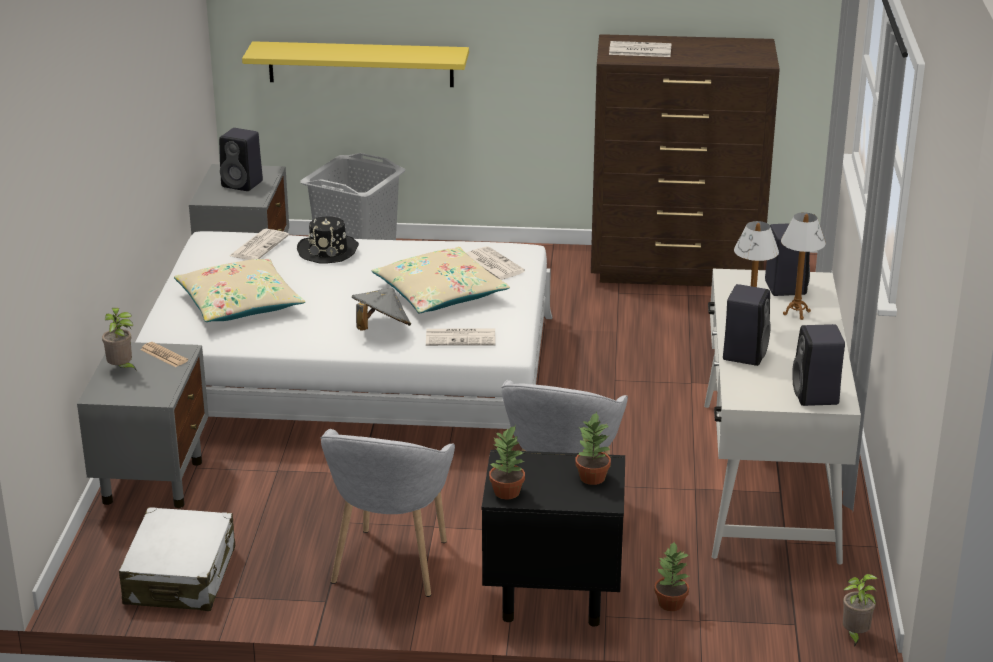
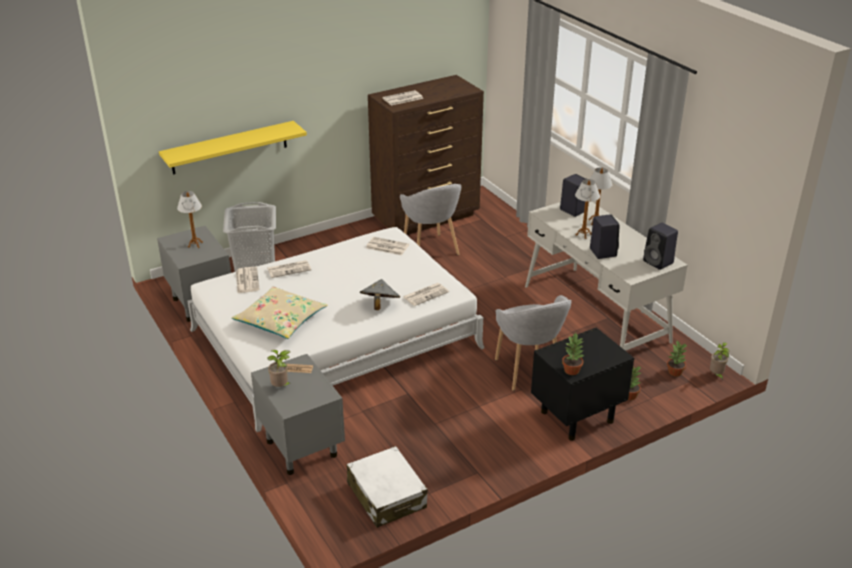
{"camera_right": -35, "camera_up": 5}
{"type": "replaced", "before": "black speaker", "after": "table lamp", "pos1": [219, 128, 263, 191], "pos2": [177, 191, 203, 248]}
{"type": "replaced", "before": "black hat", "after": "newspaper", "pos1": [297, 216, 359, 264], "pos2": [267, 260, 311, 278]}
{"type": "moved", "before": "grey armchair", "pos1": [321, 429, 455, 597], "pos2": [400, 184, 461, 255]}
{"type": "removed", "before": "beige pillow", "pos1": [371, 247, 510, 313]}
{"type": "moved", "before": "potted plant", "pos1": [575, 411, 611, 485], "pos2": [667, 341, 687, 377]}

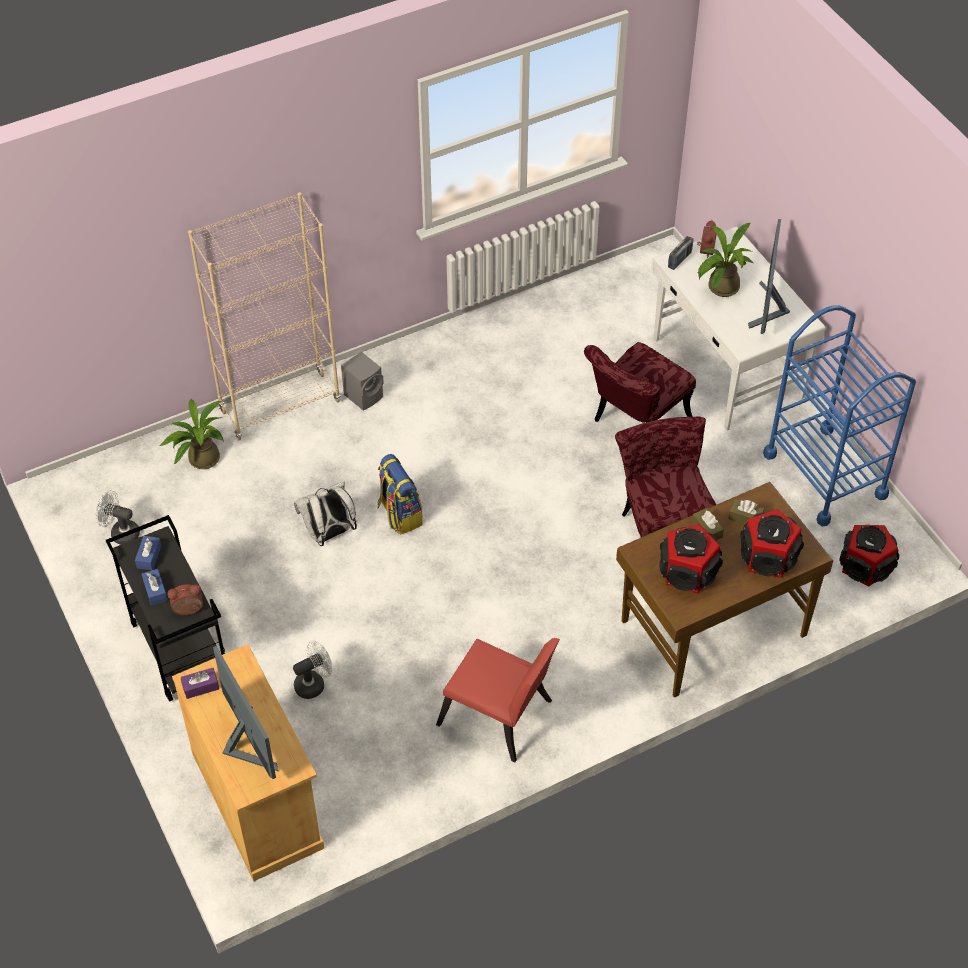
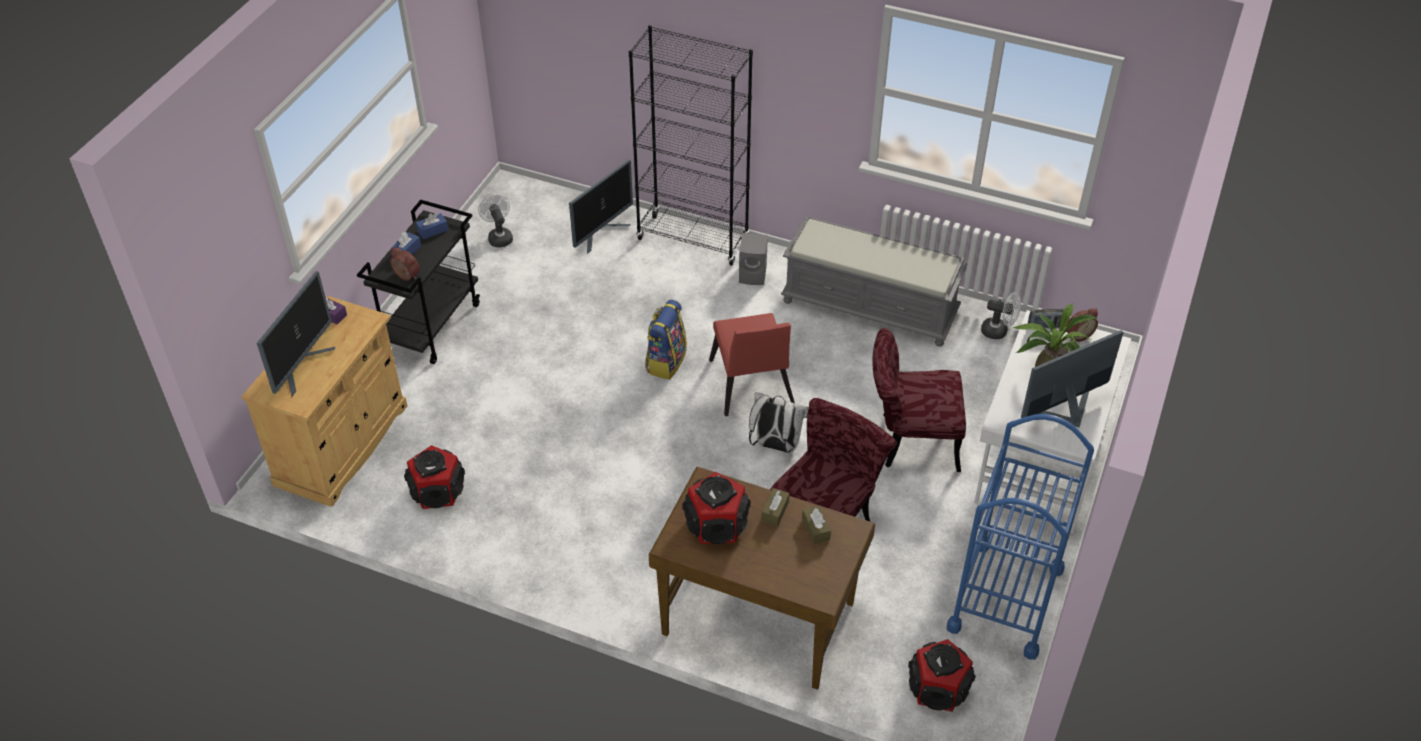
{"camera_right": 50, "camera_up": -5}
{"type": "replaced", "before": "potted plant", "after": "monitor", "pos1": [160, 399, 224, 469], "pos2": [569, 160, 633, 254]}
{"type": "recoloured", "before": "beige bookcase", "after": "black bookcase", "pos1": [188, 192, 341, 440], "pos2": [629, 25, 753, 266]}
{"type": "moved", "before": "white fan", "pos1": [293, 640, 332, 699], "pos2": [981, 292, 1021, 339]}
{"type": "moved", "before": "white backpack", "pos1": [294, 481, 357, 546], "pos2": [749, 392, 808, 453]}
{"type": "moved", "before": "red chair", "pos1": [436, 638, 560, 762], "pos2": [709, 313, 795, 416]}
{"type": "moved", "before": "speaker", "pos1": [740, 509, 804, 578], "pos2": [404, 445, 465, 509]}
{"type": "added", "after": "grey bench", "pos2": [781, 216, 968, 347]}

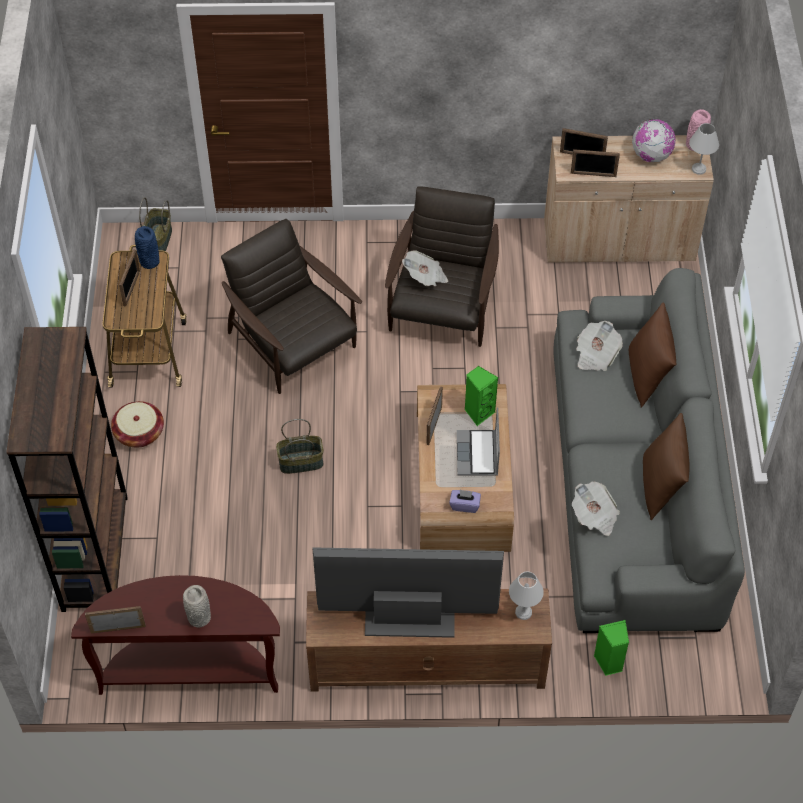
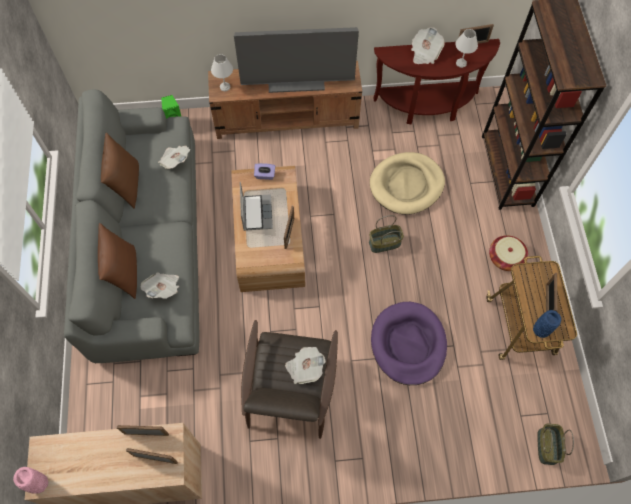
{"camera_right": 175, "camera_up": 10}
{"type": "replaced", "before": "grey vase", "after": "newspaper", "pos1": [183, 585, 211, 628], "pos2": [411, 27, 445, 64]}
{"type": "replaced", "before": "brown armchair", "after": "purple dog bed", "pos1": [221, 219, 362, 394], "pos2": [371, 302, 447, 385]}
{"type": "removed", "before": "green speaker", "pos1": [465, 366, 498, 426]}
{"type": "removed", "before": "globe", "pos1": [632, 119, 676, 162]}
{"type": "moved", "before": "white table lamp", "pos1": [689, 123, 719, 175], "pos2": [455, 29, 478, 68]}
{"type": "added", "after": "beige dog bed", "pos2": [370, 152, 445, 214]}

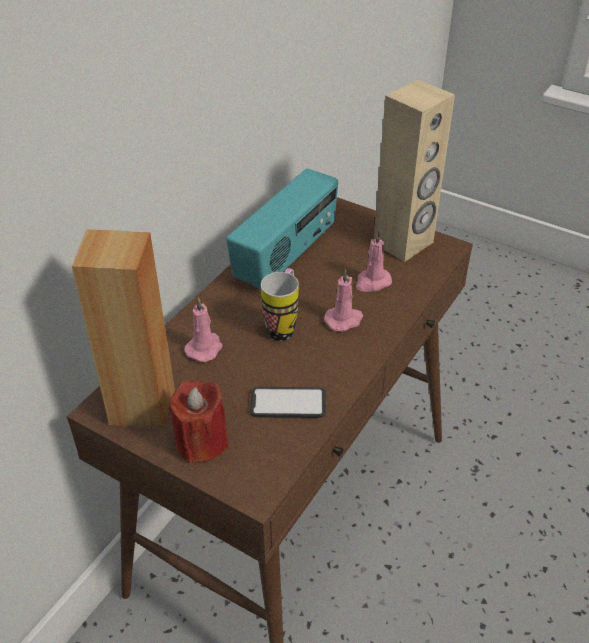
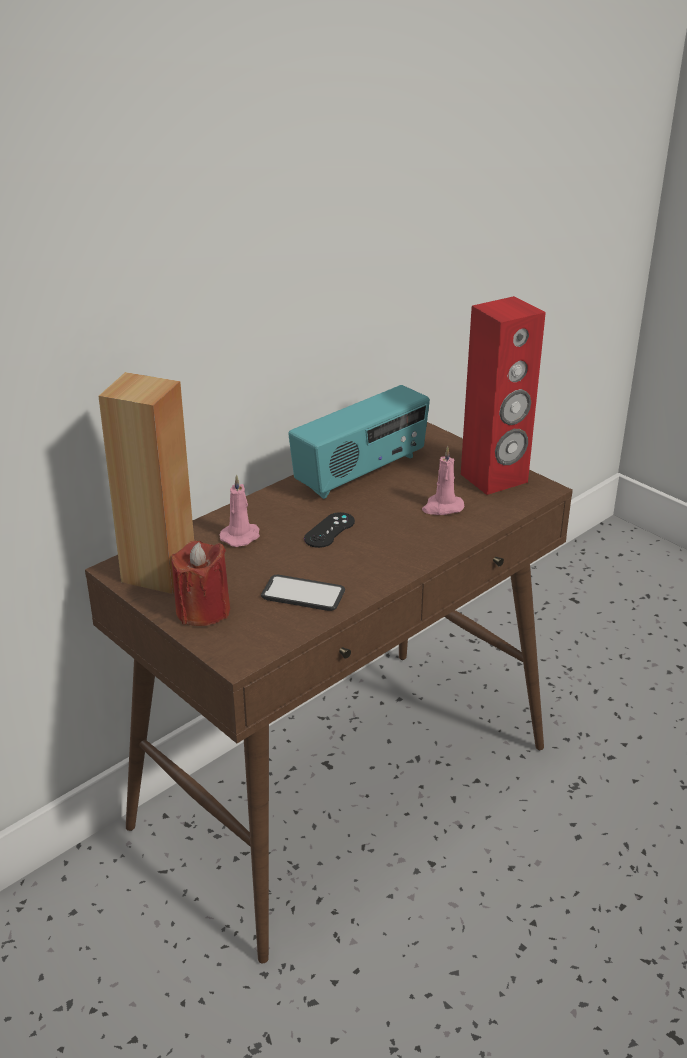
{"camera_right": 15, "camera_up": -10}
{"type": "replaced", "before": "mug", "after": "black game controller", "pos1": [261, 268, 299, 341], "pos2": [304, 512, 355, 548]}
{"type": "removed", "before": "pink candle", "pos1": [324, 269, 363, 331]}
{"type": "recoloured", "before": "beige speaker", "after": "red speaker", "pos1": [374, 80, 455, 262], "pos2": [461, 296, 546, 495]}

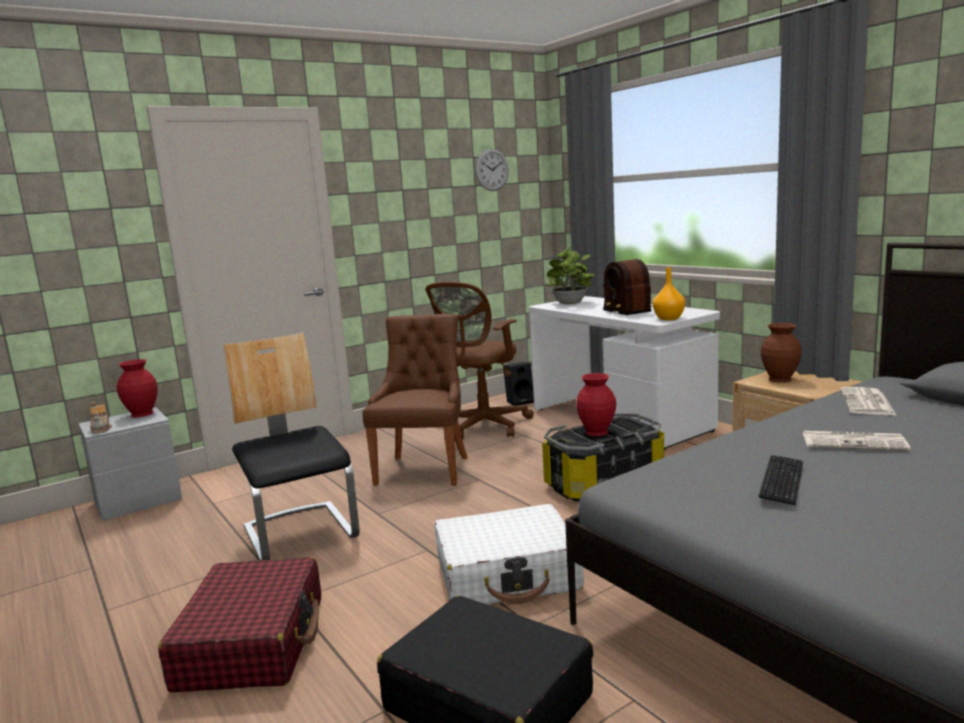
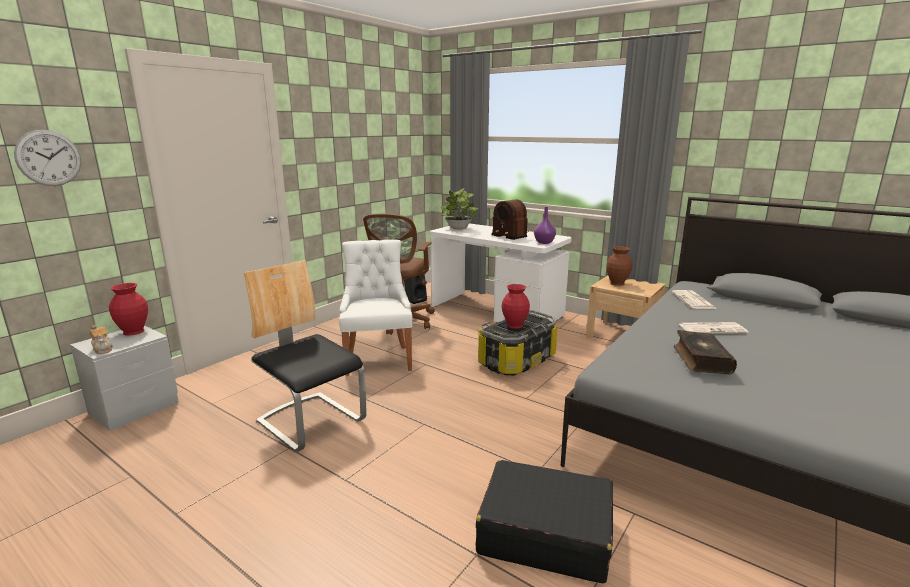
{"camera_right": -20, "camera_up": 5}
{"type": "removed", "before": "red suitcase", "pos1": [158, 557, 321, 693]}
{"type": "recoloured", "before": "brown chair", "after": "white chair", "pos1": [362, 314, 468, 486], "pos2": [339, 240, 413, 376]}
{"type": "removed", "before": "white suitcase", "pos1": [434, 504, 584, 605]}
{"type": "moved", "before": "wall clock", "pos1": [475, 149, 509, 191], "pos2": [14, 130, 81, 186]}
{"type": "recoloured", "before": "orange vase", "after": "purple vase", "pos1": [653, 267, 685, 320], "pos2": [534, 207, 556, 244]}
{"type": "replaced", "before": "keyboard", "after": "book", "pos1": [759, 455, 803, 505], "pos2": [674, 330, 737, 375]}

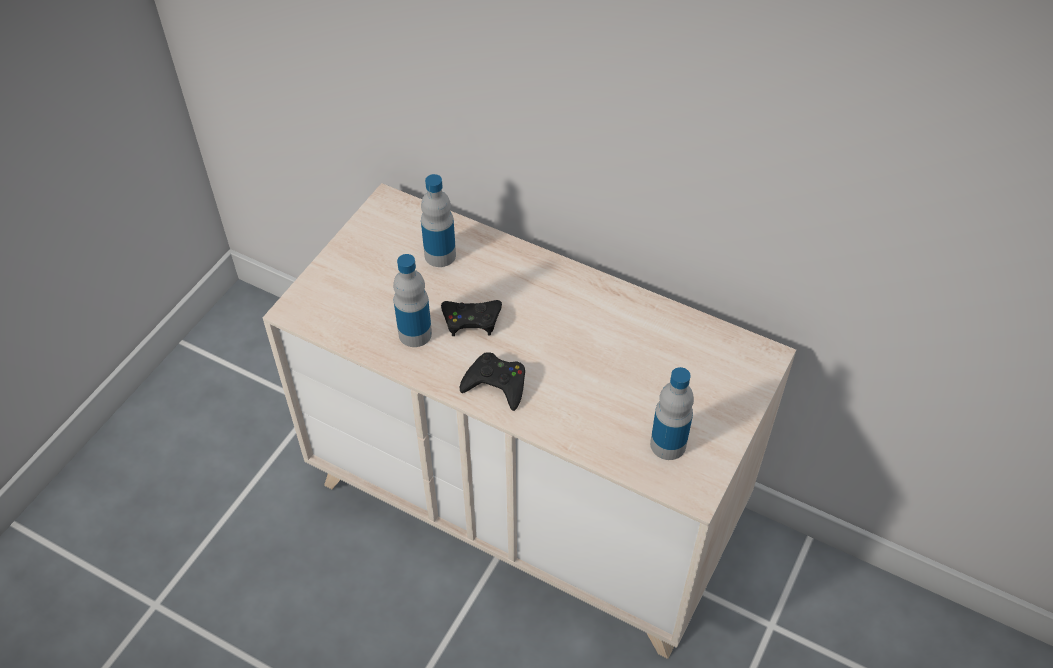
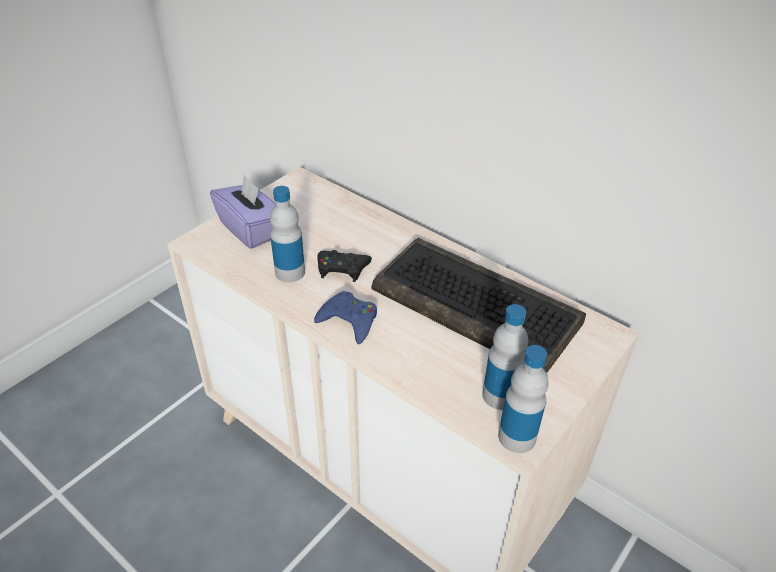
{"camera_right": 10, "camera_up": -10}
{"type": "moved", "before": "bottle", "pos1": [421, 174, 456, 267], "pos2": [498, 345, 548, 453]}
{"type": "recoloured", "before": "black game controller", "after": "blue game controller", "pos1": [459, 352, 525, 411], "pos2": [314, 291, 377, 344]}
{"type": "added", "after": "purple tissue box", "pos2": [210, 175, 276, 249]}
{"type": "added", "after": "keyboard", "pos2": [371, 238, 586, 373]}

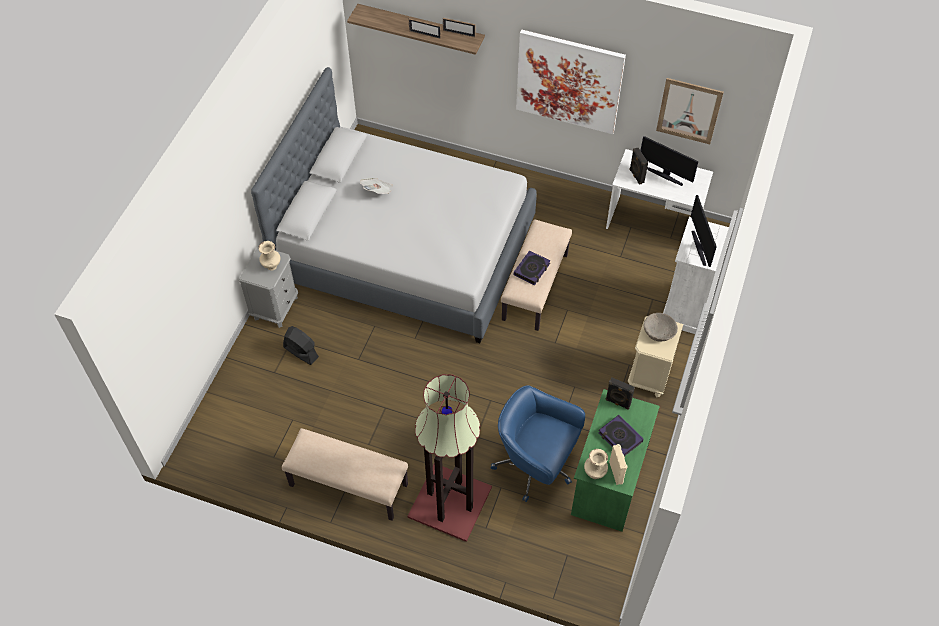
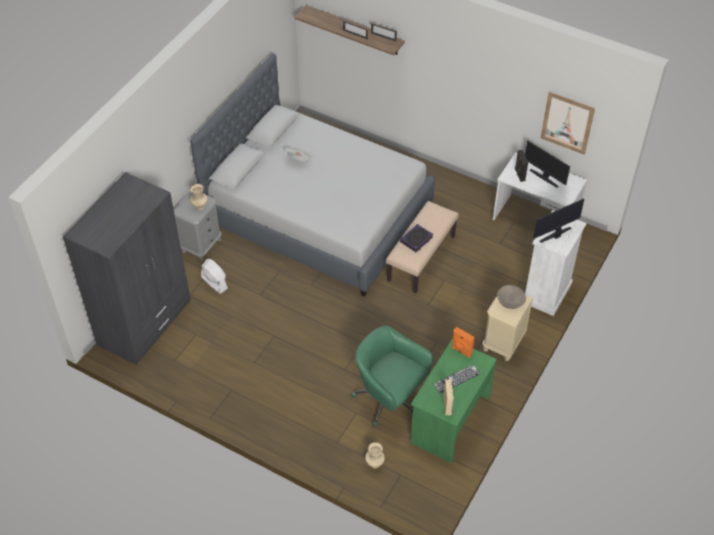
{"camera_right": 10, "camera_up": -5}
{"type": "removed", "before": "beige bench", "pos1": [282, 428, 408, 521]}
{"type": "recoloured", "before": "black fan", "after": "white fan", "pos1": [283, 326, 319, 365], "pos2": [201, 259, 228, 294]}
{"type": "removed", "before": "floor lamp", "pos1": [407, 374, 492, 542]}
{"type": "recoloured", "before": "blue office chair", "after": "green office chair", "pos1": [491, 385, 585, 502], "pos2": [351, 326, 433, 427]}
{"type": "removed", "before": "picture", "pos1": [516, 29, 626, 134]}
{"type": "moved", "before": "beige vase", "pos1": [584, 449, 608, 479], "pos2": [365, 442, 385, 468]}
{"type": "replaced", "before": "book", "after": "keyboard", "pos1": [598, 415, 643, 456], "pos2": [434, 364, 481, 393]}
{"type": "recoloured", "before": "black speaker", "after": "orange speaker", "pos1": [605, 377, 635, 409], "pos2": [452, 327, 475, 358]}
{"type": "turned", "before": "monitor", "pos1": [691, 195, 717, 267], "pos2": [533, 199, 584, 243], "turn": 60}
{"type": "added", "after": "grey wardrobe", "pos2": [63, 172, 191, 365]}

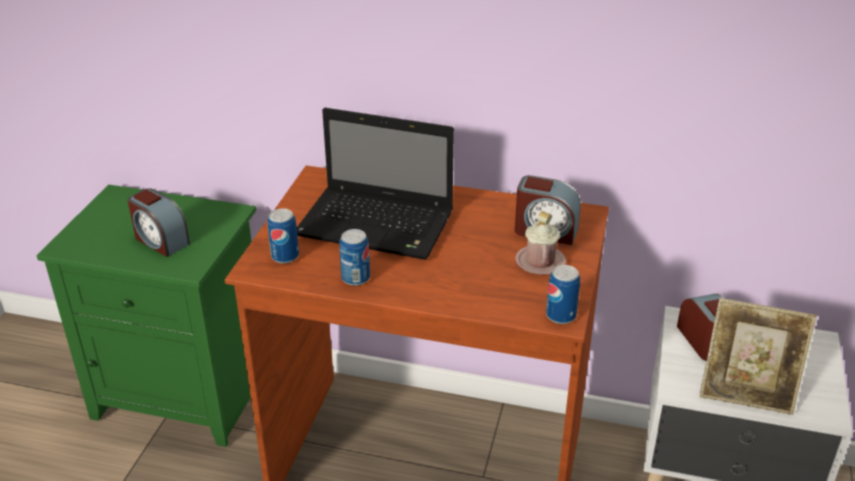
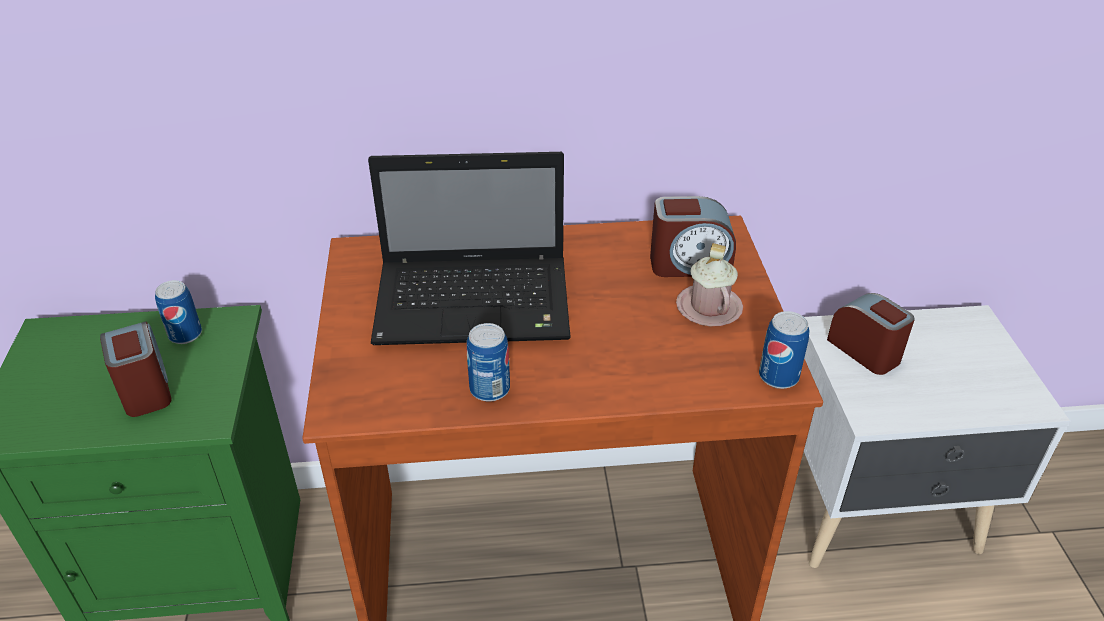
{"camera_right": -20, "camera_up": 5}
{"type": "turned", "before": "alarm clock", "pos1": [128, 188, 190, 257], "pos2": [100, 322, 171, 417], "turn": -135}
{"type": "moved", "before": "can", "pos1": [268, 208, 299, 264], "pos2": [155, 280, 202, 344]}
{"type": "removed", "before": "picture frame", "pos1": [700, 298, 817, 415]}

